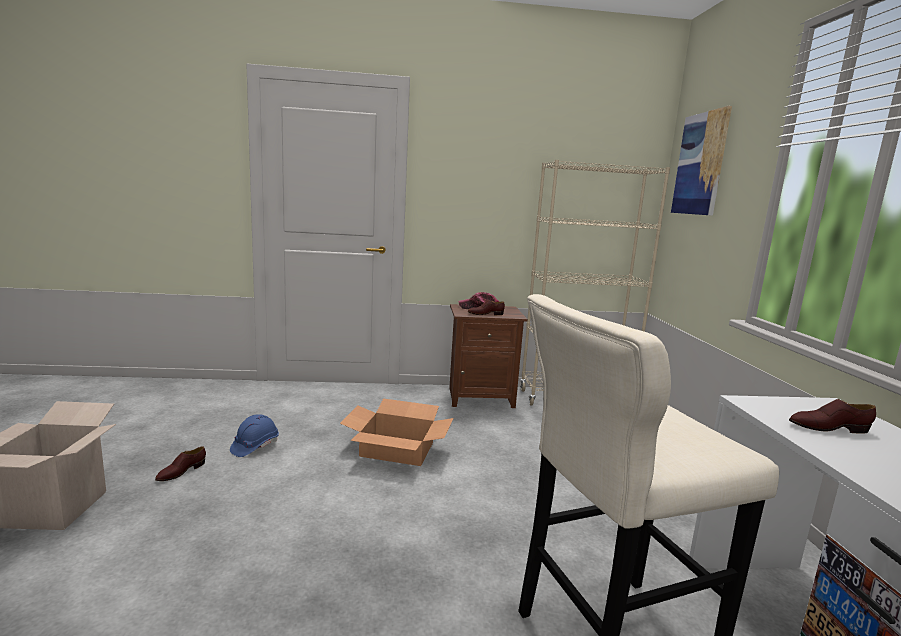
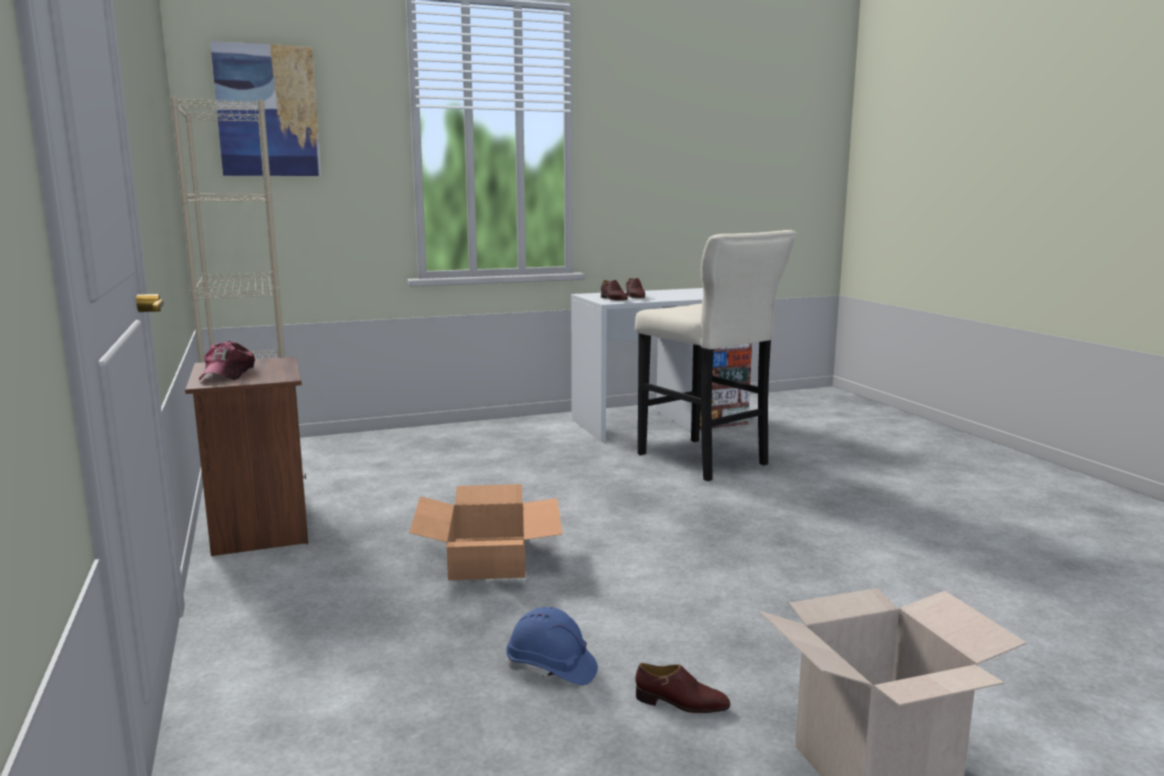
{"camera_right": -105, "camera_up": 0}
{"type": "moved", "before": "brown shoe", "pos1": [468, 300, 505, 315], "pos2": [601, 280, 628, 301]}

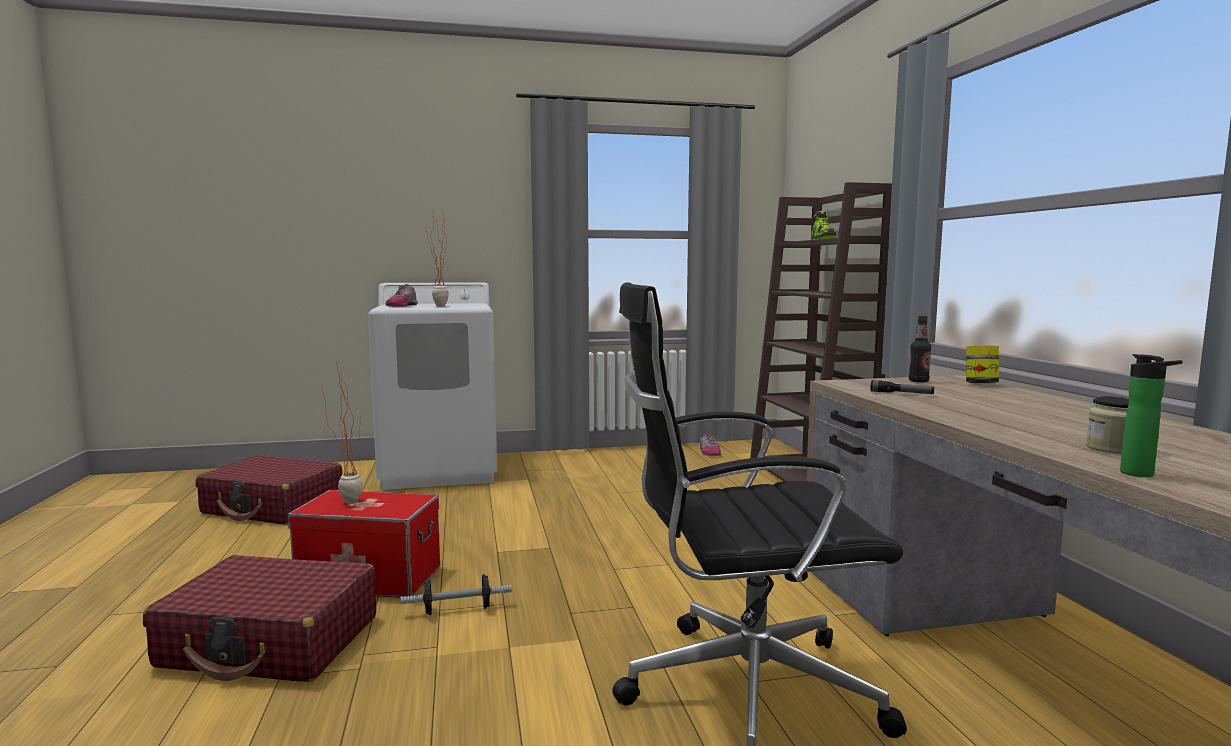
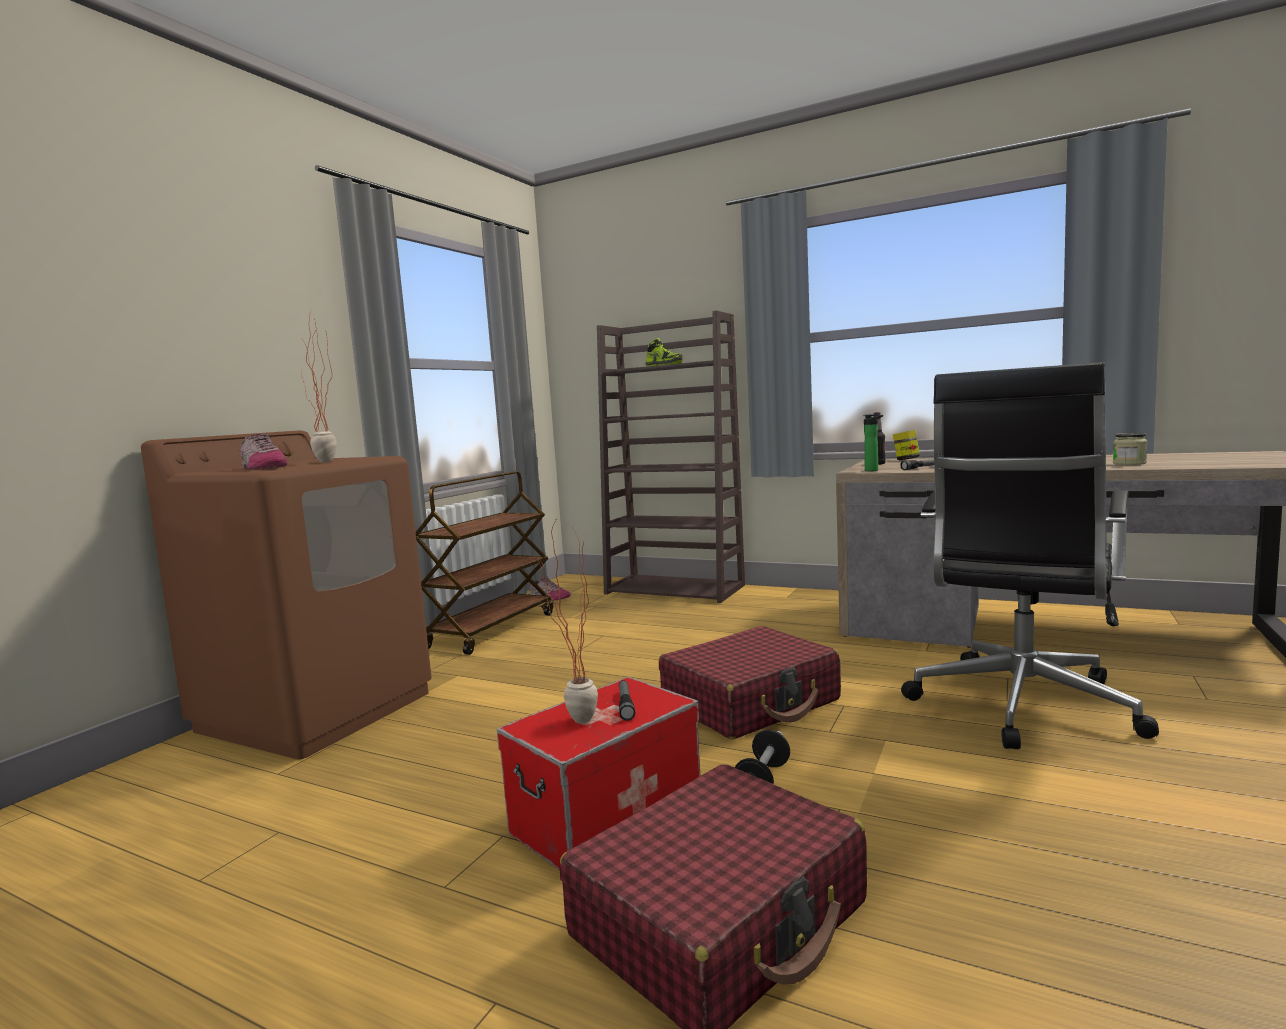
{"camera_right": -50, "camera_up": 0}
{"type": "moved", "before": "red suitcase", "pos1": [196, 455, 343, 525], "pos2": [659, 626, 841, 739]}
{"type": "recoloured", "before": "white washing machine", "after": "brown washing machine", "pos1": [368, 282, 497, 490], "pos2": [141, 430, 432, 759]}
{"type": "moved", "before": "bottle", "pos1": [1120, 354, 1183, 477], "pos2": [863, 414, 883, 471]}
{"type": "added", "after": "brown cart", "pos2": [416, 471, 553, 655]}
{"type": "added", "after": "flashlight", "pos2": [619, 680, 635, 721]}

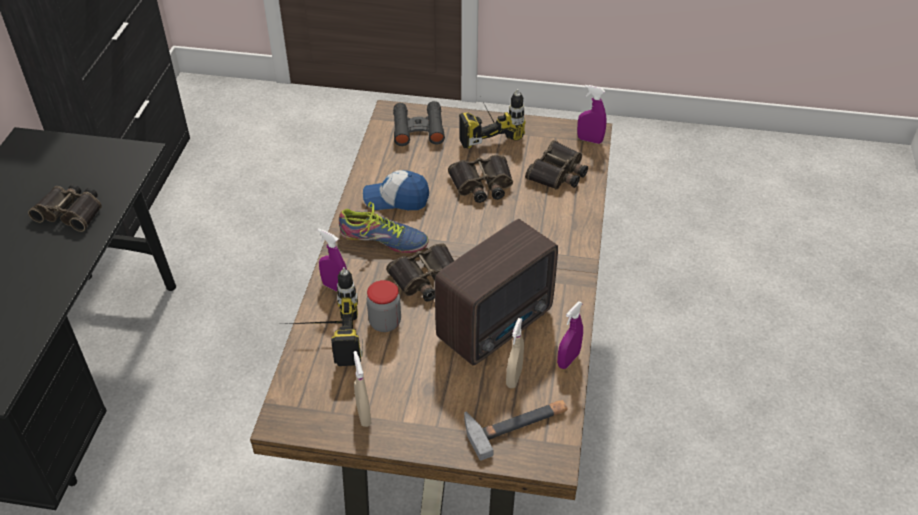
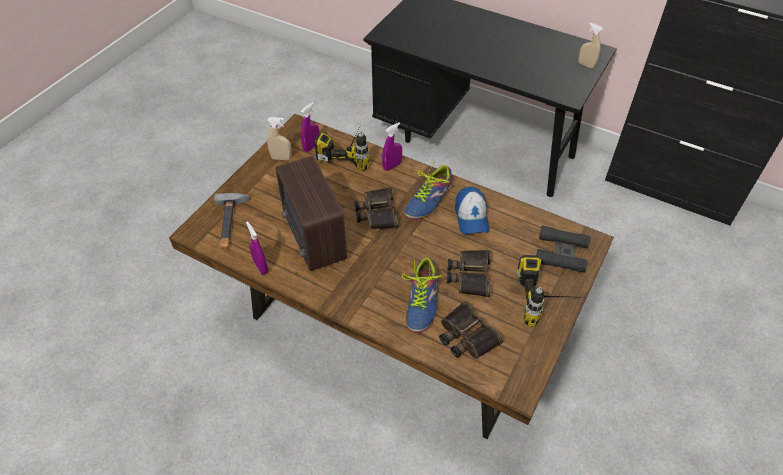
{"camera_right": 110, "camera_up": 5}
{"type": "removed", "before": "binoculars", "pos1": [28, 184, 102, 232]}
{"type": "turned", "before": "cap", "pos1": [363, 170, 429, 210], "pos2": [455, 187, 490, 235], "turn": 150}
{"type": "removed", "before": "jar", "pos1": [367, 280, 401, 332]}
{"type": "moved", "before": "beige spray bottle", "pos1": [506, 318, 524, 388], "pos2": [578, 23, 603, 69]}
{"type": "moved", "before": "purple spray bottle", "pos1": [577, 85, 607, 144], "pos2": [301, 102, 320, 152]}
{"type": "added", "after": "shoe", "pos2": [402, 257, 442, 332]}

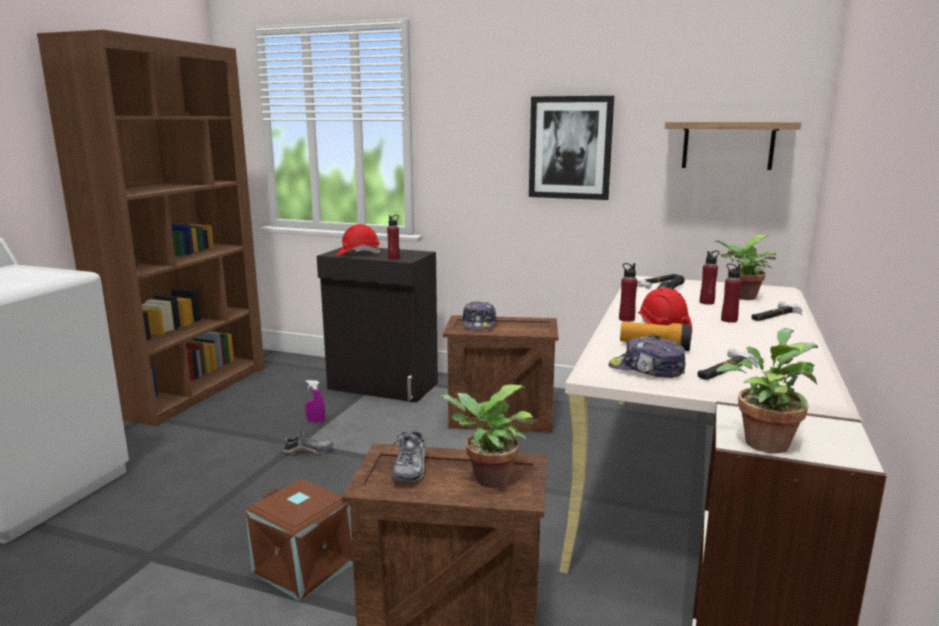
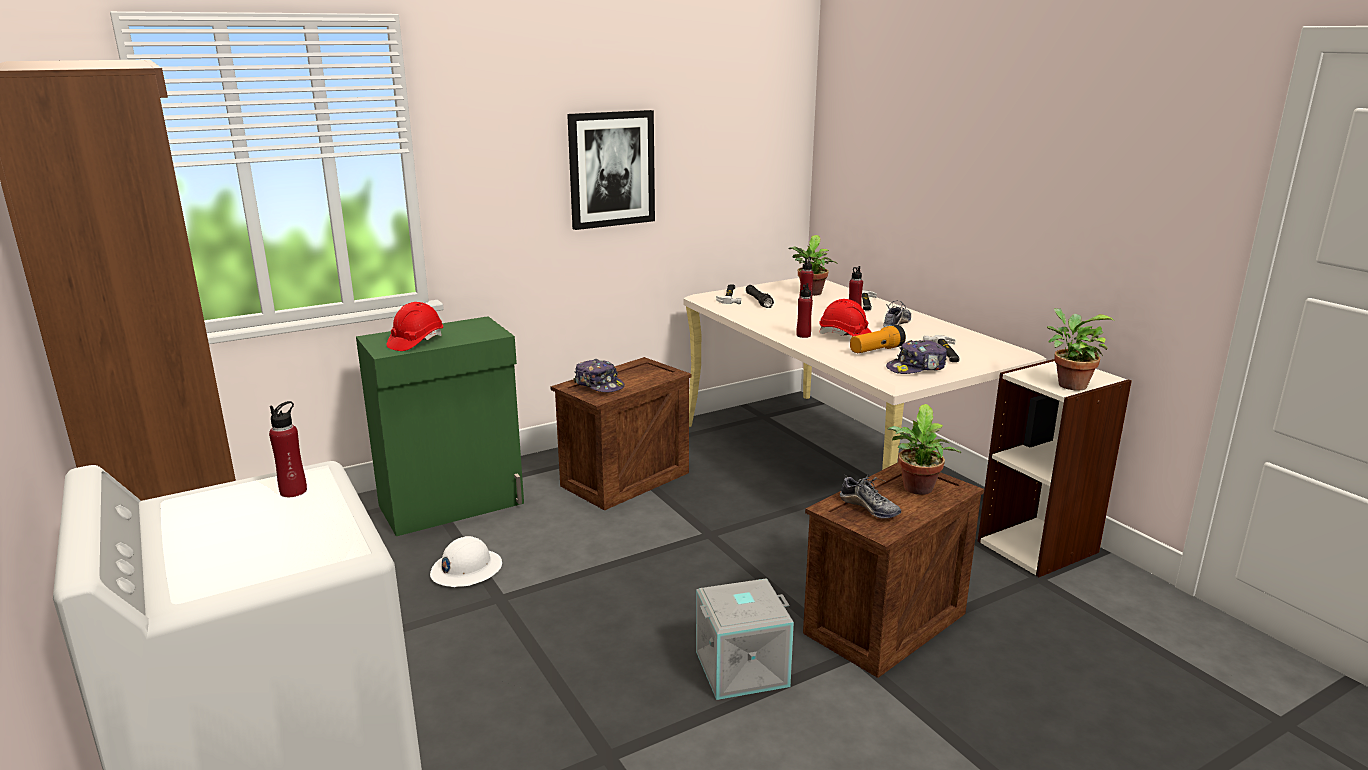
{"camera_right": -50, "camera_up": 5}
{"type": "recoloured", "before": "brown storage box", "after": "grey storage box", "pos1": [245, 478, 353, 601], "pos2": [696, 579, 794, 700]}
{"type": "moved", "before": "shoe", "pos1": [283, 429, 333, 455], "pos2": [883, 301, 911, 327]}
{"type": "replaced", "before": "purple spray bottle", "after": "white hard hat", "pos1": [305, 380, 325, 422], "pos2": [430, 536, 502, 587]}
{"type": "recoloured", "before": "black cabinet", "after": "green cabinet", "pos1": [317, 247, 438, 403], "pos2": [356, 316, 524, 536]}
{"type": "moved", "before": "red bottle", "pos1": [387, 215, 400, 260], "pos2": [269, 401, 307, 497]}
{"type": "removed", "before": "shelf", "pos1": [665, 122, 801, 170]}

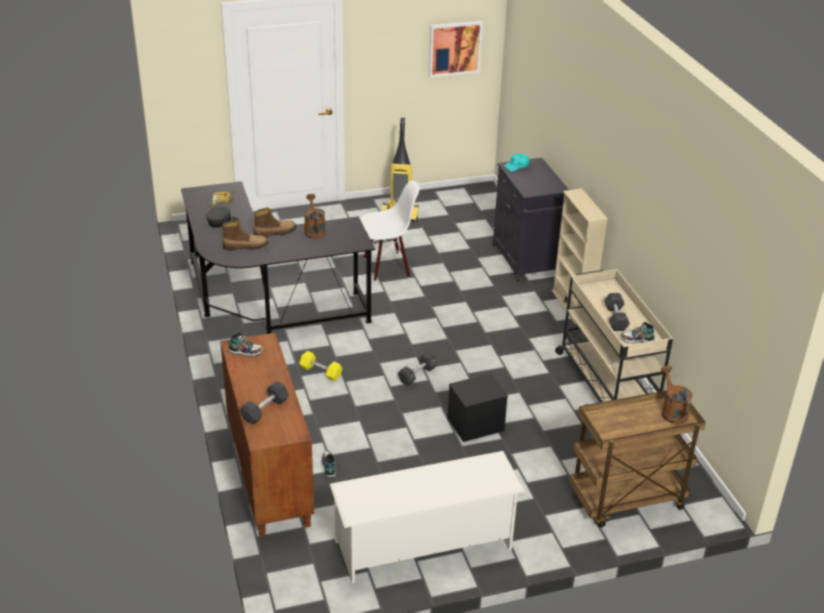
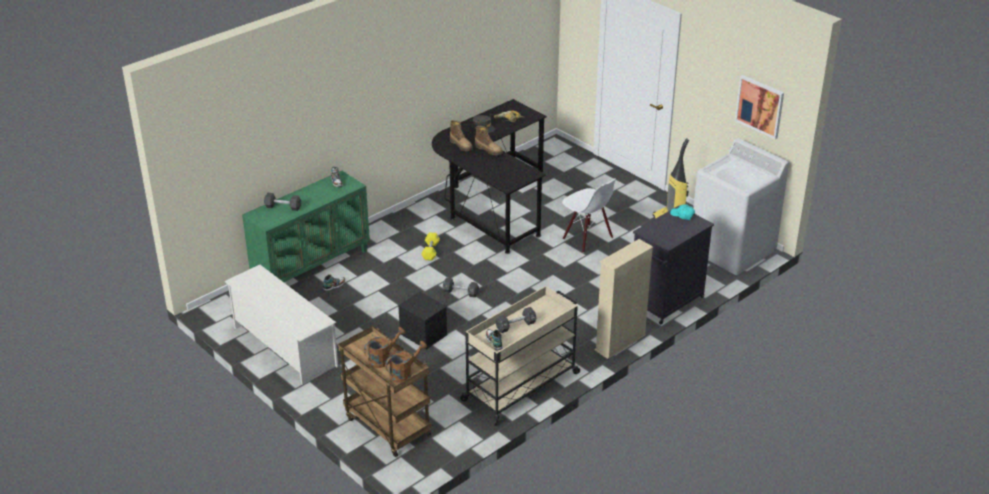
{"camera_right": 65, "camera_up": 0}
{"type": "recoloured", "before": "brown cabinet", "after": "green cabinet", "pos1": [220, 333, 314, 537], "pos2": [242, 171, 370, 282]}
{"type": "moved", "before": "brown watering can", "pos1": [304, 194, 326, 239], "pos2": [364, 327, 406, 368]}
{"type": "added", "after": "white washing machine", "pos2": [693, 138, 789, 275]}

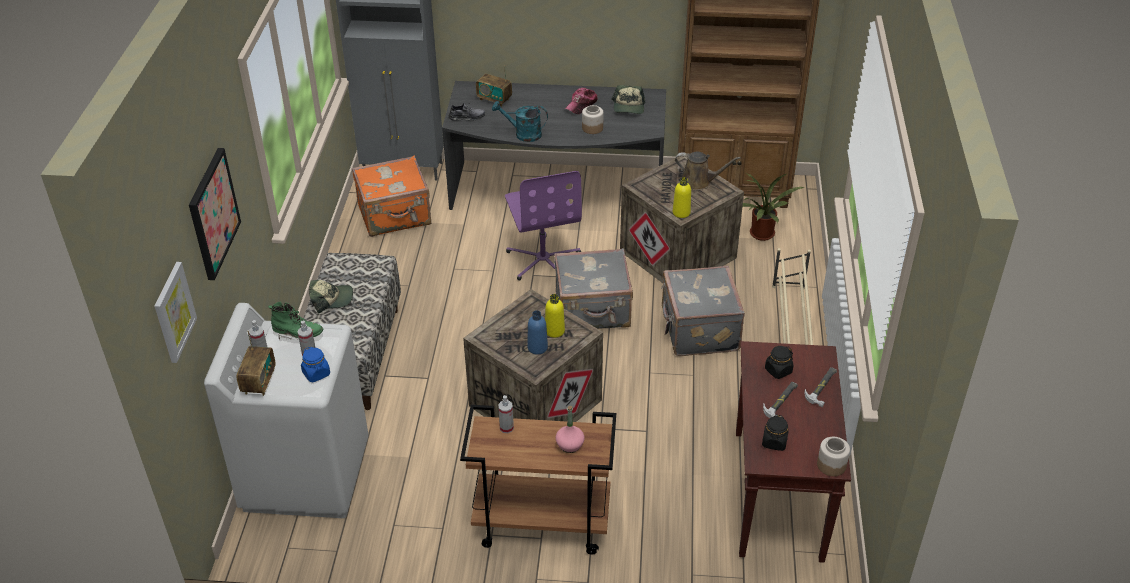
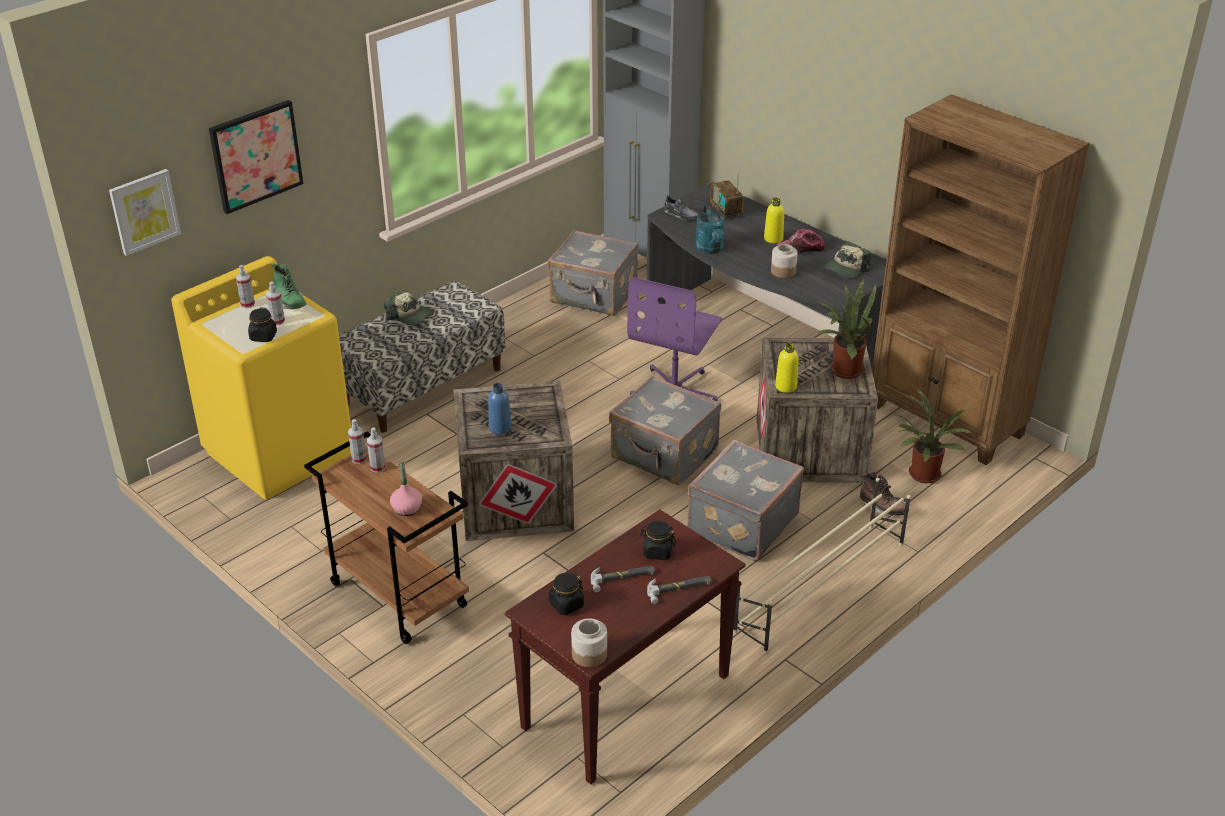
{"camera_right": 40, "camera_up": -5}
{"type": "recoloured", "before": "white washing machine", "after": "yellow washing machine", "pos1": [204, 303, 369, 518], "pos2": [171, 256, 351, 500]}
{"type": "removed", "before": "radio", "pos1": [236, 331, 276, 396]}
{"type": "recoloured", "before": "blue jar", "after": "black jar", "pos1": [301, 347, 330, 382], "pos2": [248, 307, 277, 342]}
{"type": "recoloured", "before": "orange suitcase", "after": "grey suitcase", "pos1": [352, 156, 431, 237], "pos2": [548, 230, 639, 316]}
{"type": "turned", "before": "turquoise watering can", "pos1": [492, 101, 548, 142], "pos2": [695, 205, 724, 254], "turn": -150}
{"type": "moved", "before": "yellow bottle", "pos1": [545, 294, 565, 338], "pos2": [764, 197, 784, 243]}
{"type": "replaced", "before": "brown watering can", "after": "potted plant", "pos1": [675, 152, 741, 190], "pos2": [818, 277, 876, 379]}
{"type": "added", "after": "spray bottle", "pos2": [348, 419, 367, 464]}
{"type": "added", "after": "brown boot", "pos2": [860, 472, 909, 517]}

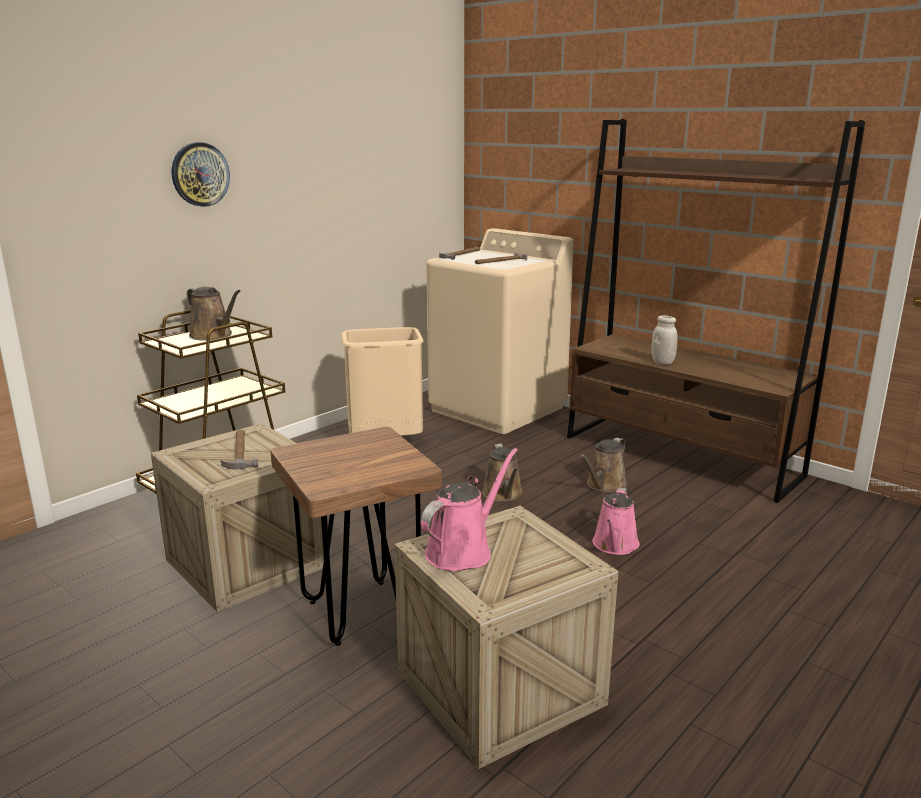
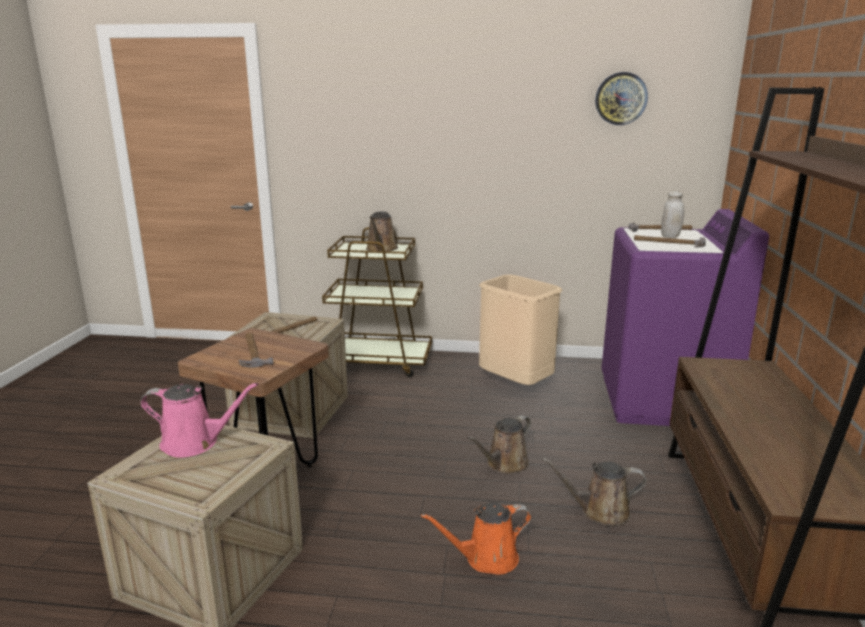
{"camera_right": 55, "camera_up": 0}
{"type": "moved", "before": "wall clock", "pos1": [172, 142, 230, 207], "pos2": [595, 72, 648, 125]}
{"type": "recoloured", "before": "beige washing machine", "after": "purple washing machine", "pos1": [426, 228, 574, 434], "pos2": [601, 209, 769, 426]}
{"type": "recoloured", "before": "pink watering can", "after": "orange watering can", "pos1": [593, 488, 640, 555], "pos2": [421, 502, 532, 575]}
{"type": "moved", "before": "white jar", "pos1": [651, 315, 678, 365], "pos2": [661, 191, 684, 238]}
{"type": "added", "after": "hammer", "pos2": [239, 333, 274, 368]}

